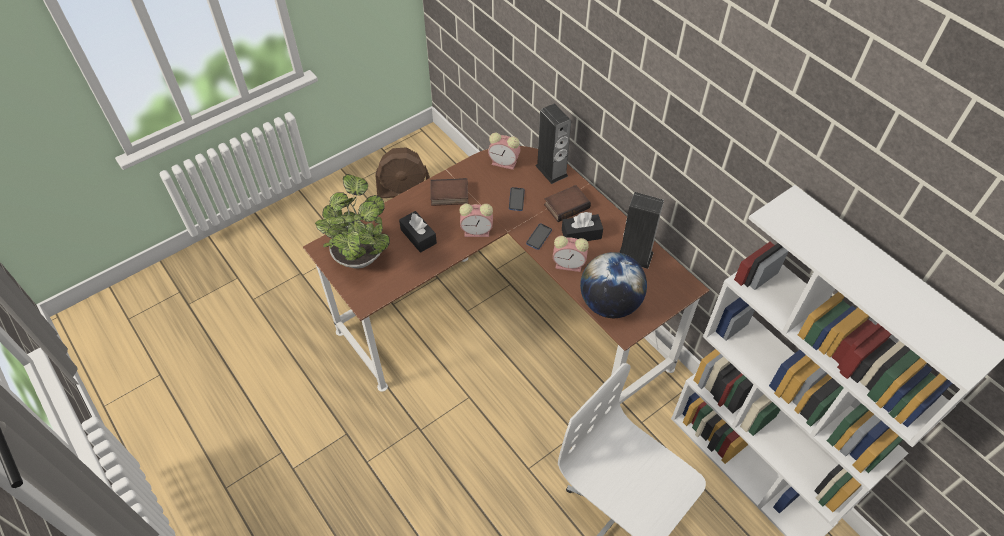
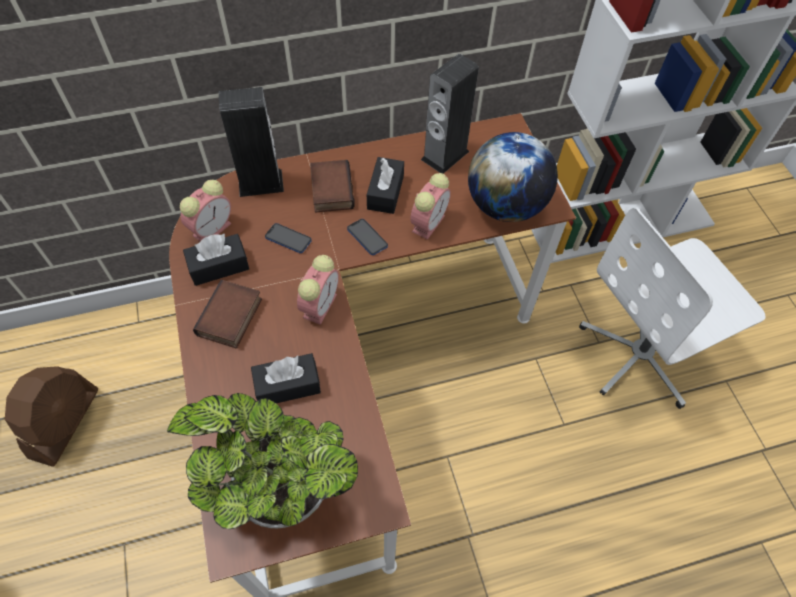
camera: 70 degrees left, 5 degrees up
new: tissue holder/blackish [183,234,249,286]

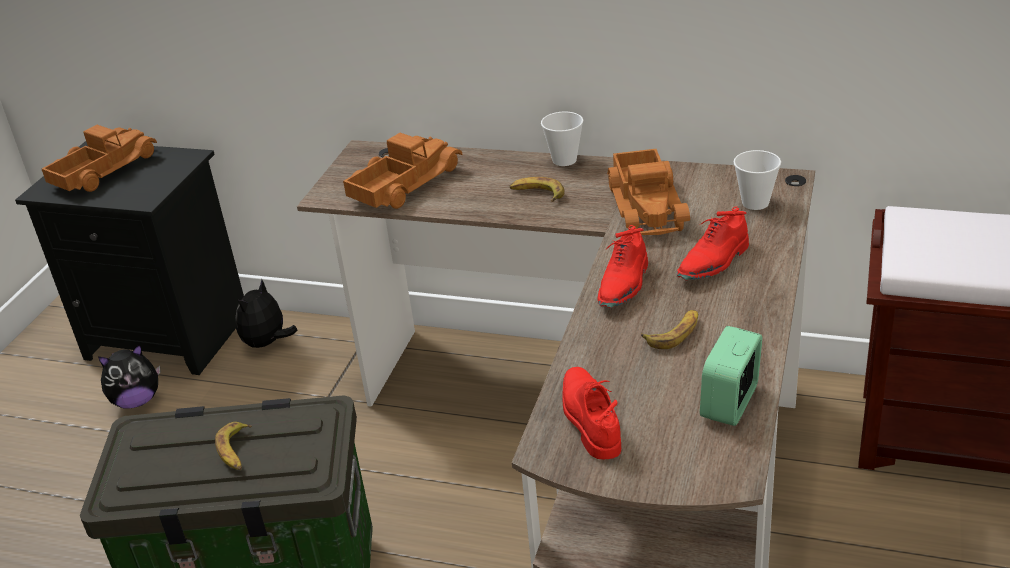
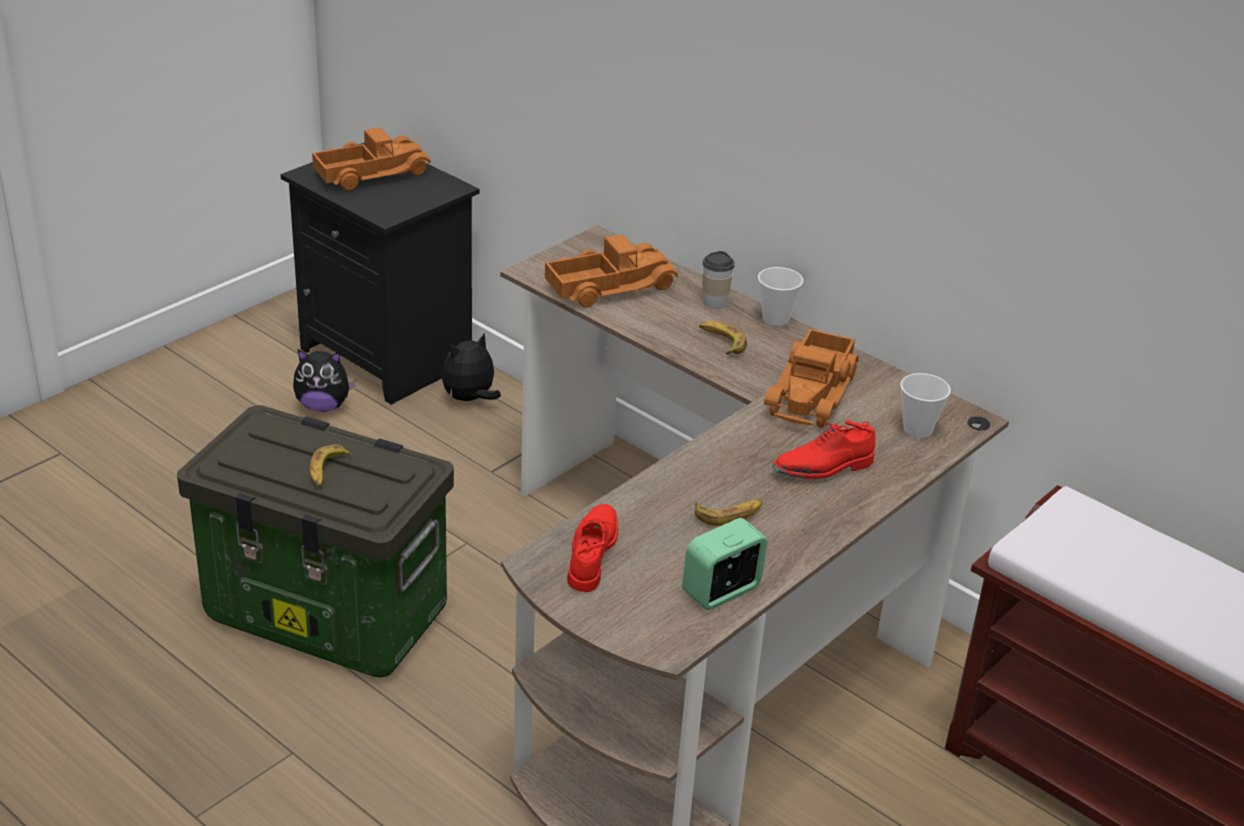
camera: 20 degrees right, 0 degrees up
gone: shoe/red [598,225,648,308]
new: drinking cup [702,251,735,309]

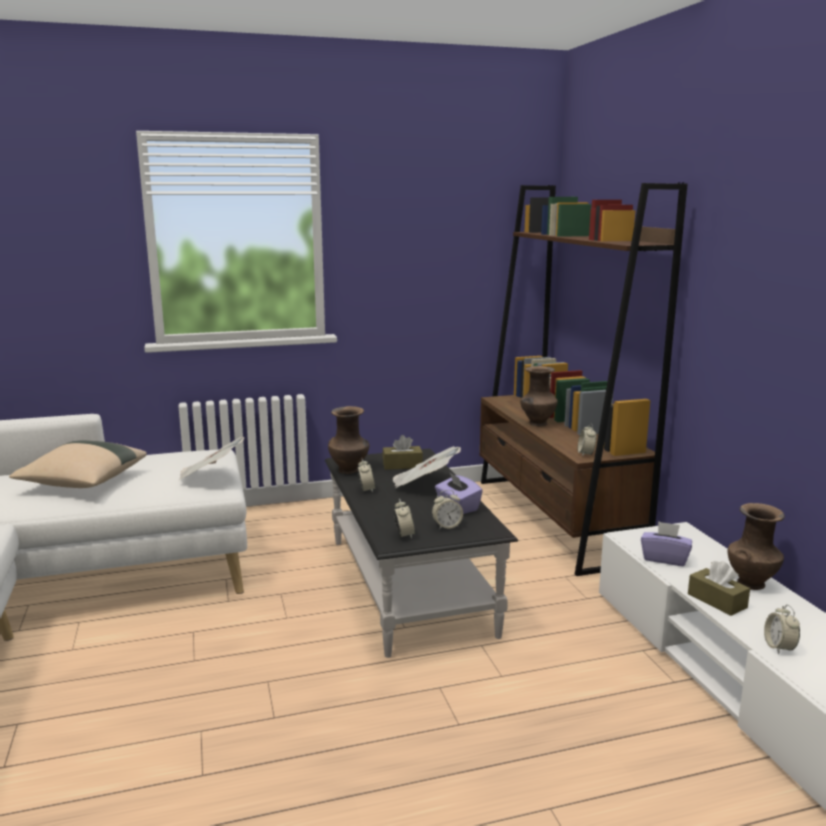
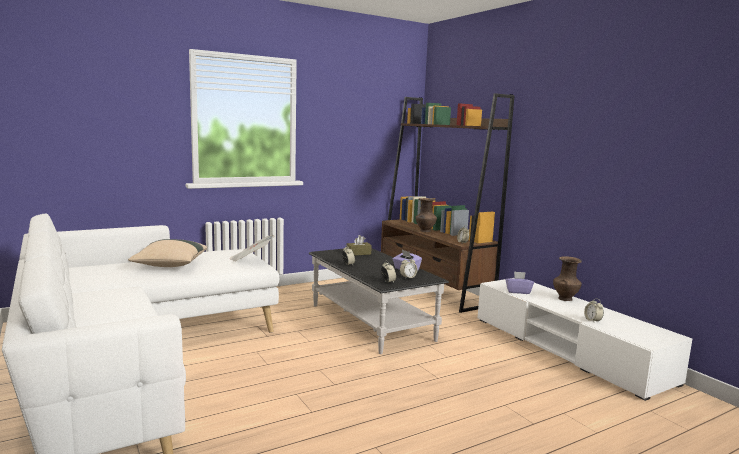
camera: 15 degrees left, 5 degrees down
gone: flower vase/brownish [328,406,369,474]; newspaper [393,446,461,488]; tissue holder/brownish [688,561,750,616]

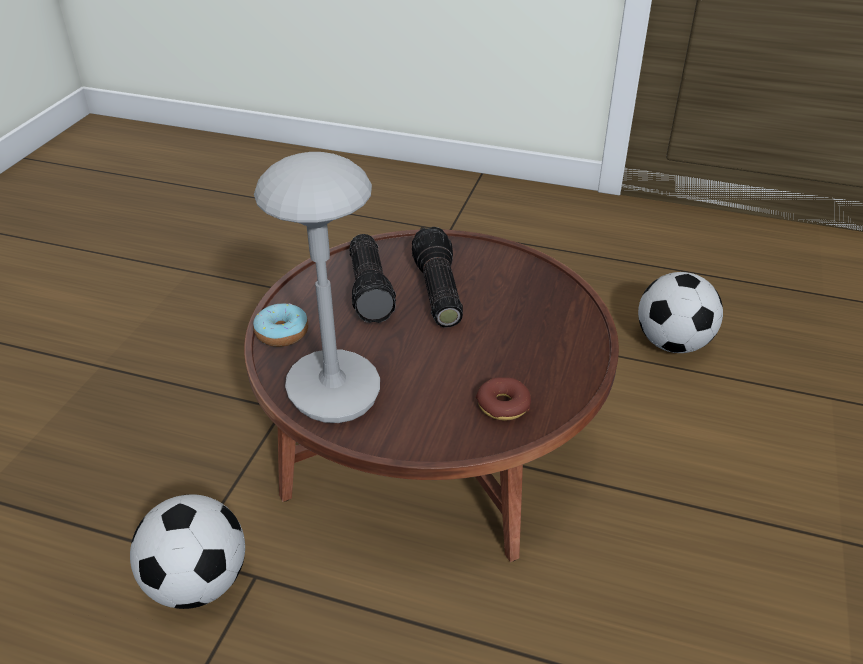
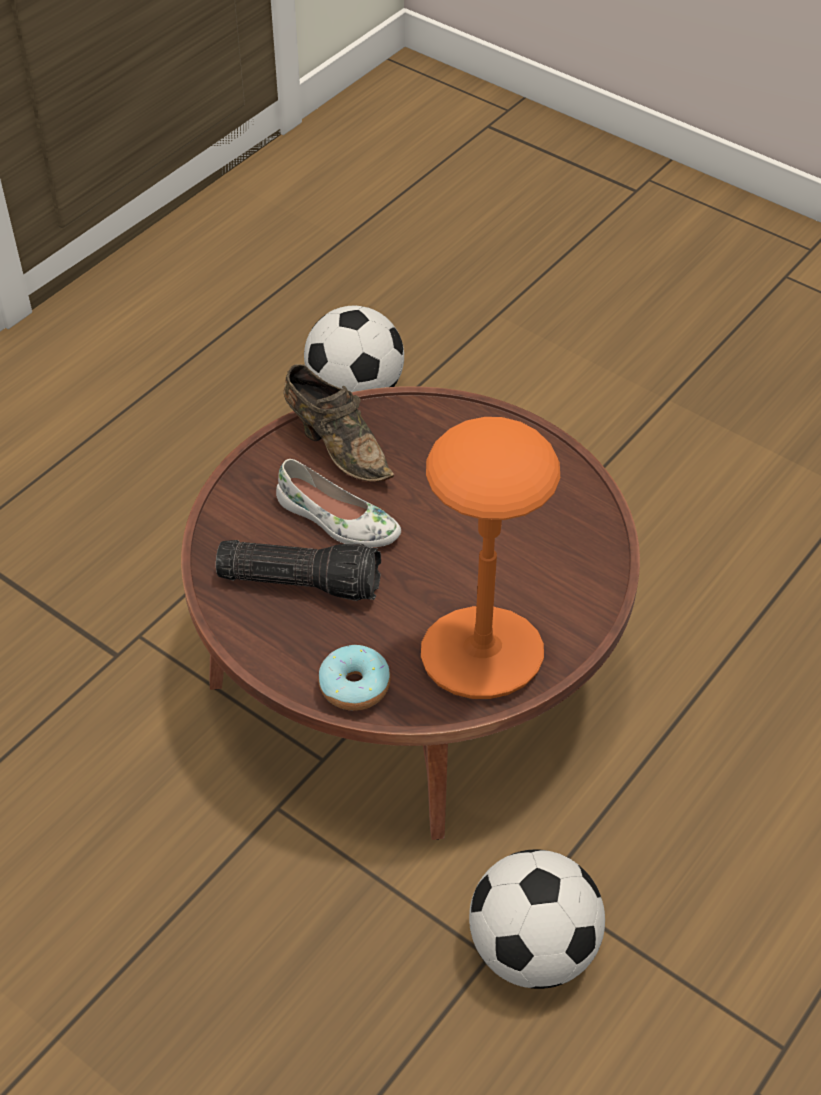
camera: 70 degrees left, 10 degrees up
gone: doughnut [476,377,531,421]
new: shoe/brownish [283,364,394,482]
swapped: torch [412,227,463,327] to shoe/white-coloured [276,459,401,547]
repainted: table lamp/gray [254,152,380,423] to table lamp/orange-coloured [421,417,560,699]

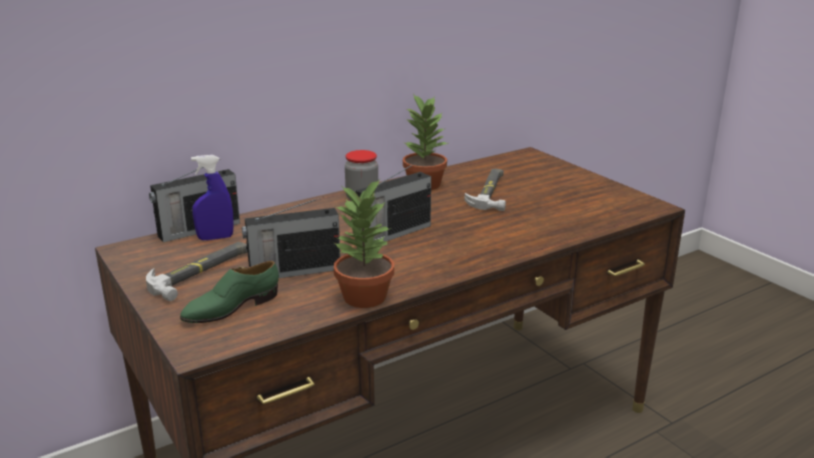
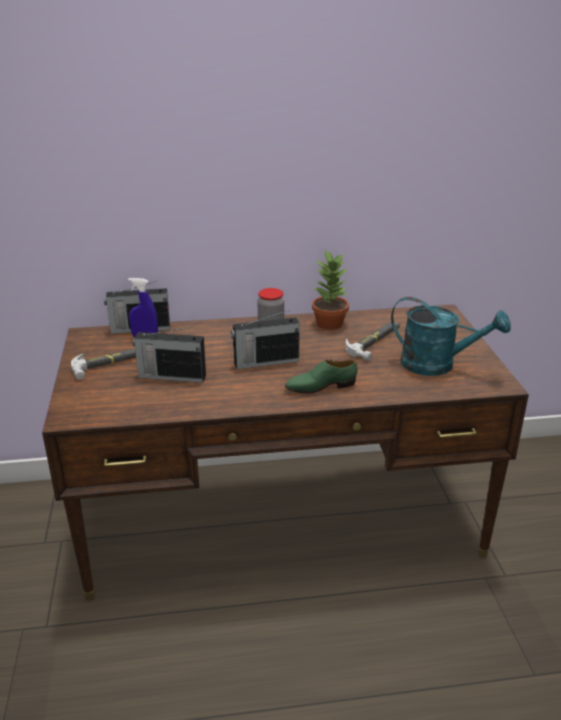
camera: 25 degrees right, 5 degrees up
gone: plant in a pot [334,179,394,308]
new: watering pot/blue-green [391,297,511,376]
shifted: shoe/green-coloured [180,261,279,323] to [285,359,358,393]

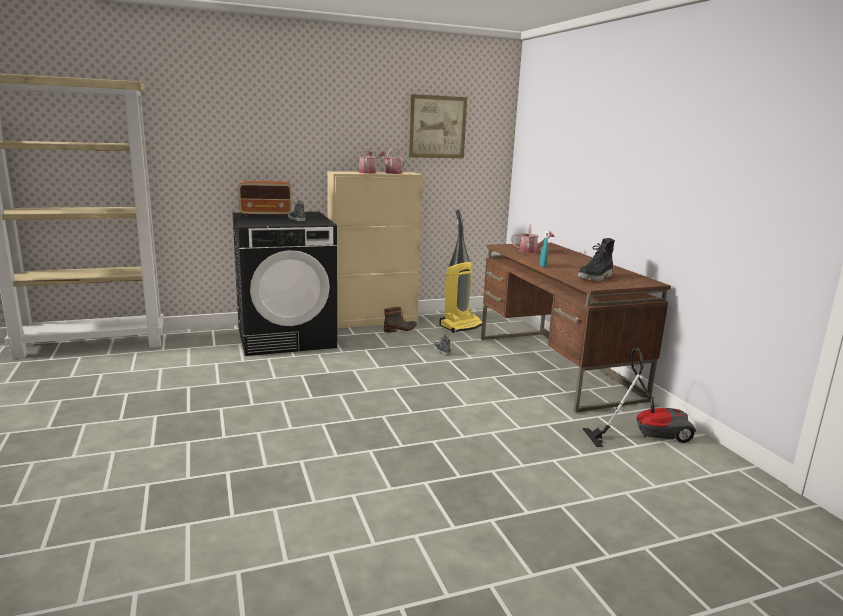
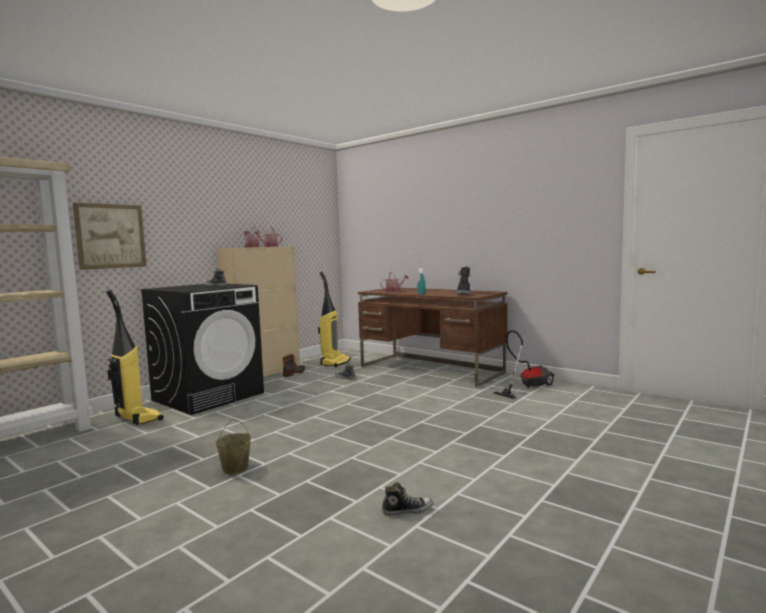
camera: 30 degrees left, 10 degrees down
gone: radio receiver [238,181,292,216]
new: hoover [106,290,164,425]; water bucket/sand-coloured [215,419,251,475]; shoe [382,482,433,516]
shifted: wall picture [409,94,467,158] to [73,203,147,270]

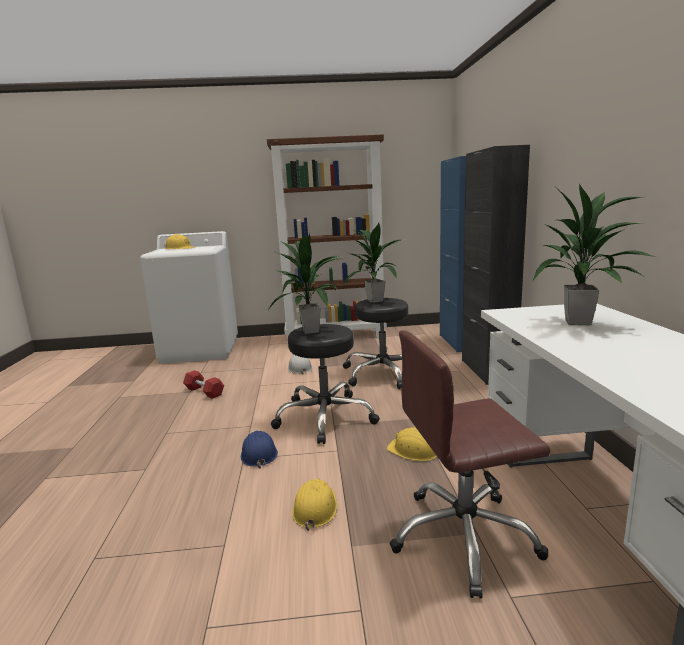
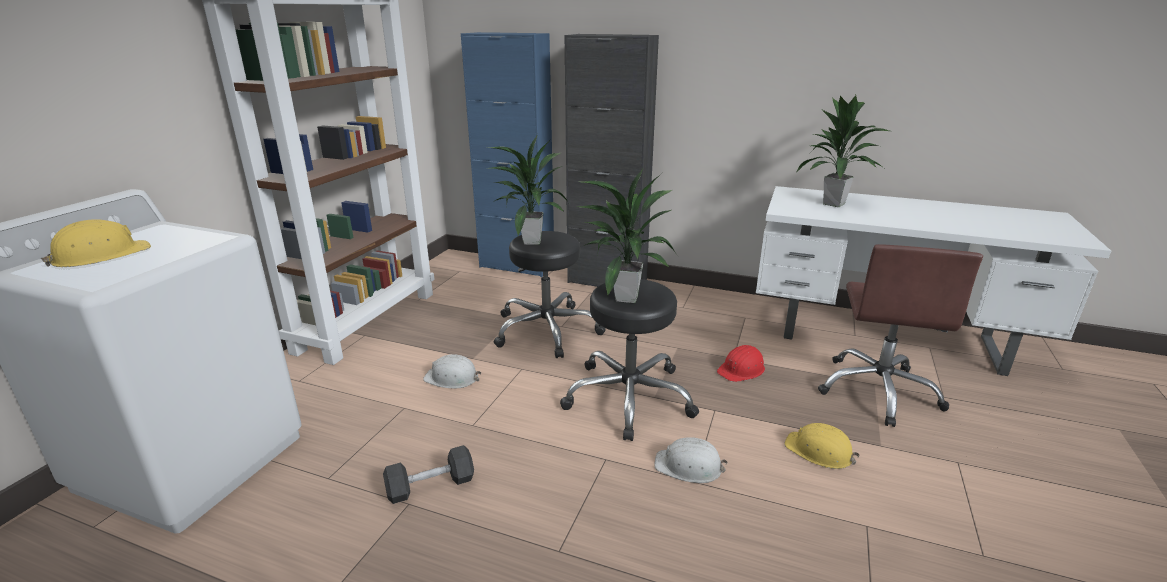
camera: 65 degrees left, 10 degrees up
repainted: hand weight/red [183,370,224,399] to hand weight/gray [383,445,474,504]; hard hat/blue-coloured [241,431,278,468] to hard hat/white-coloured [654,437,727,483]; hard hat/yellow-coloured [387,427,437,462] to hard hat/red [717,345,765,382]

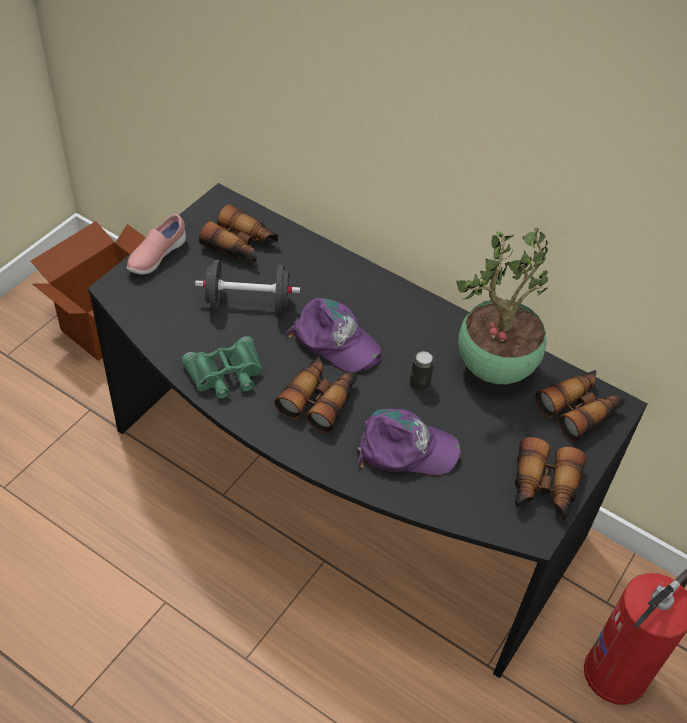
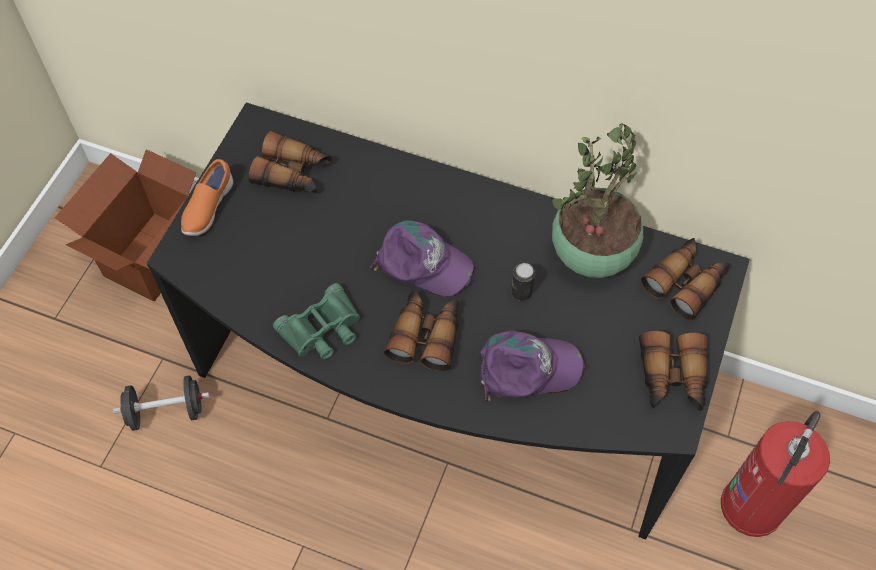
camera: 10 degrees left, 10 degrees up
shifted: hand weight/blackish [195,260,300,314] to [113,375,210,431]
repainted: shoe/pink [127,214,186,275] to shoe/orange-coloured [181,159,233,236]

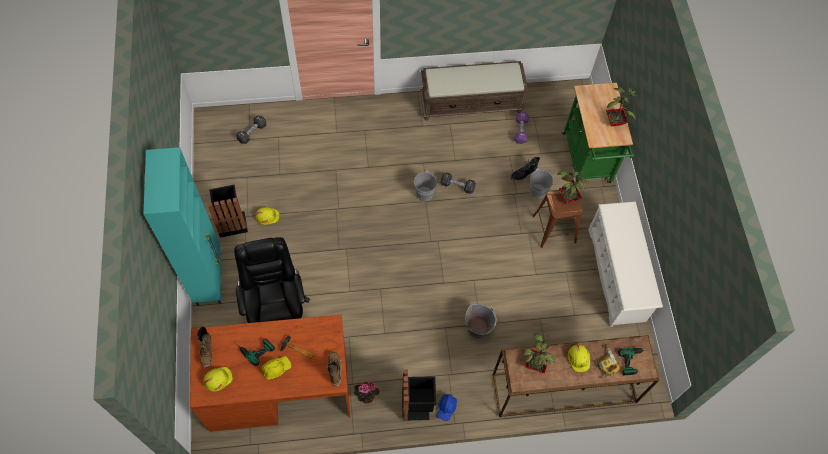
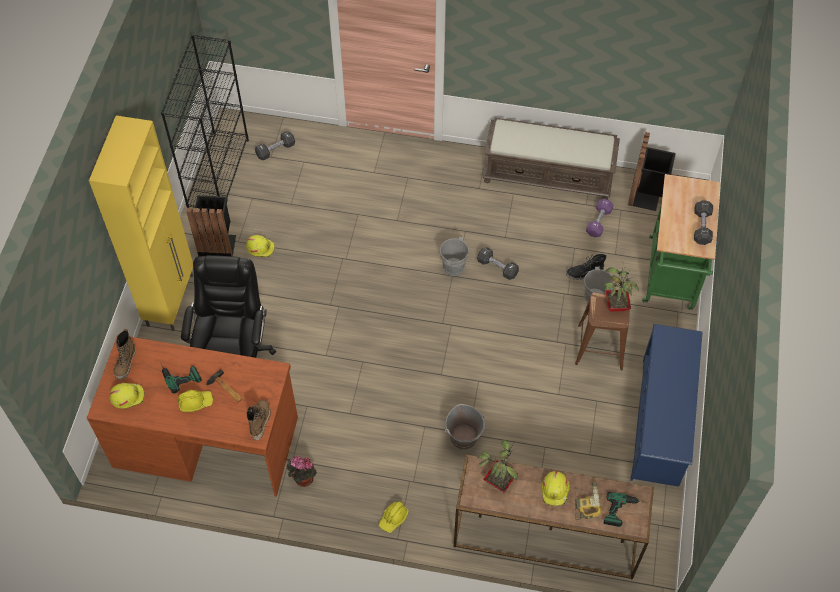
camera: 20 degrees right, 5 degrees down
new: bookcase/blackish [161,34,249,208]
shifted: rubbish bin/blackish [402,369,436,421] to [628,132,676,211]
swapped: plant in a pot [606,86,638,127] to hand weight/blackish [694,200,713,245]
repainted: storage cabinet/blue-green [144,147,221,306] to storage cabinet/yellow-coloured [89,116,193,331]; hard hat/blue-coloured [437,394,457,421] to hard hat/yellow-coloured [379,501,409,533]; shoe rack/white-coloured [588,201,663,327] to shoe rack/blue-coloured [630,324,703,487]

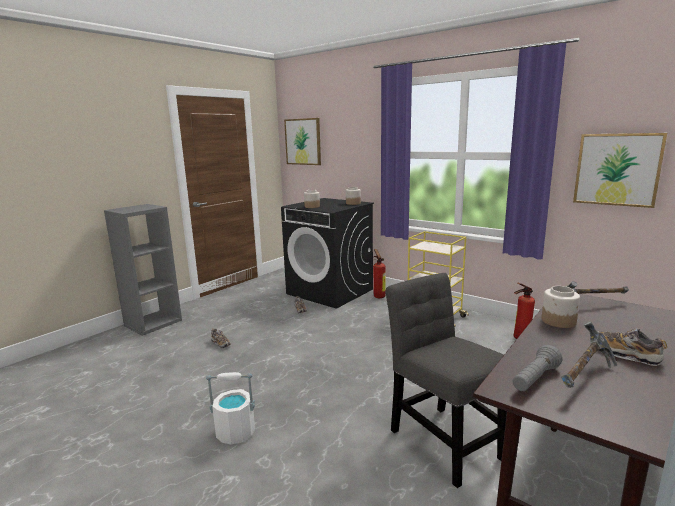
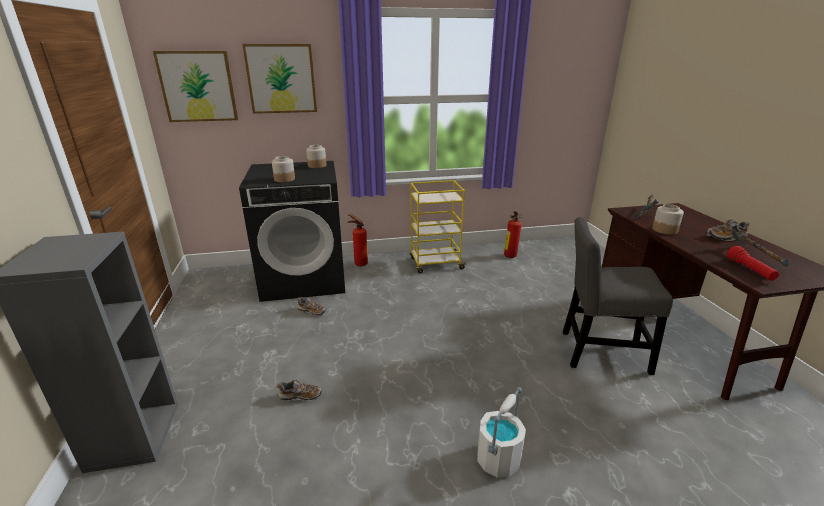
camera: 50 degrees left, 10 degrees up
shifted: wall picture [573,133,668,208] to [242,44,317,114]
repainted: torch/gray [513,345,562,391] to torch/red [727,246,779,281]

